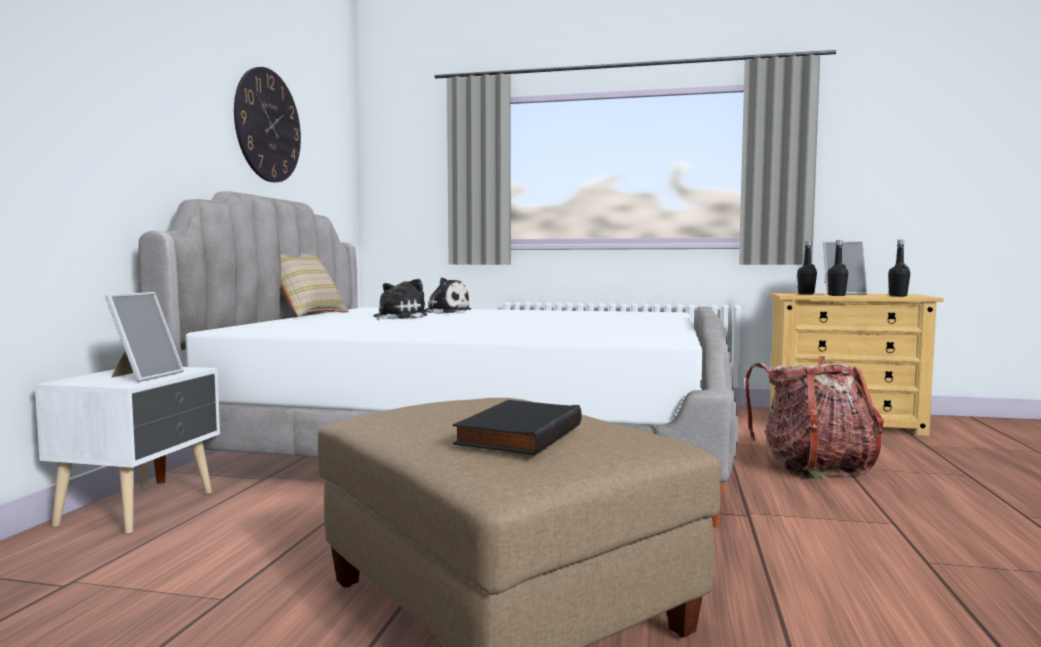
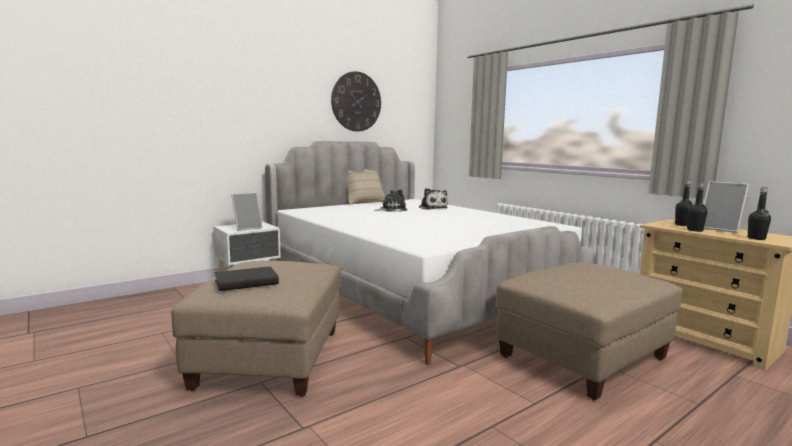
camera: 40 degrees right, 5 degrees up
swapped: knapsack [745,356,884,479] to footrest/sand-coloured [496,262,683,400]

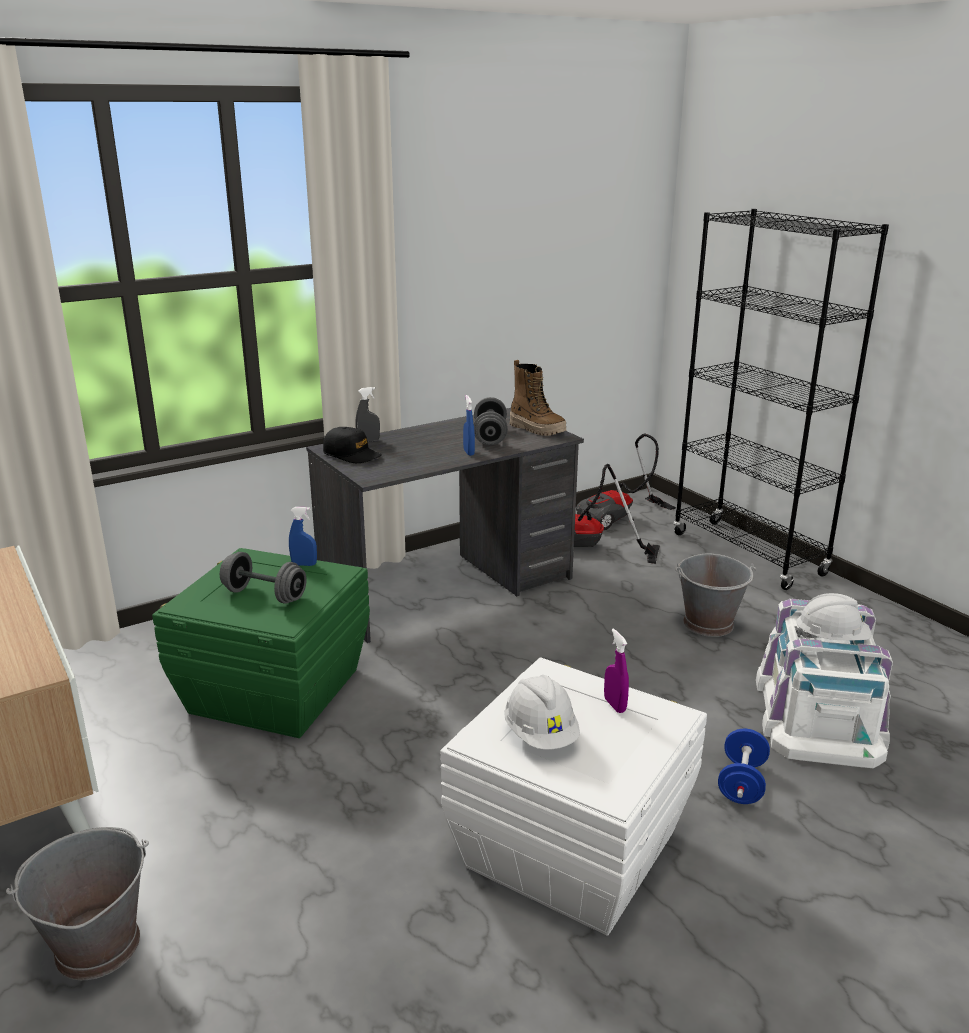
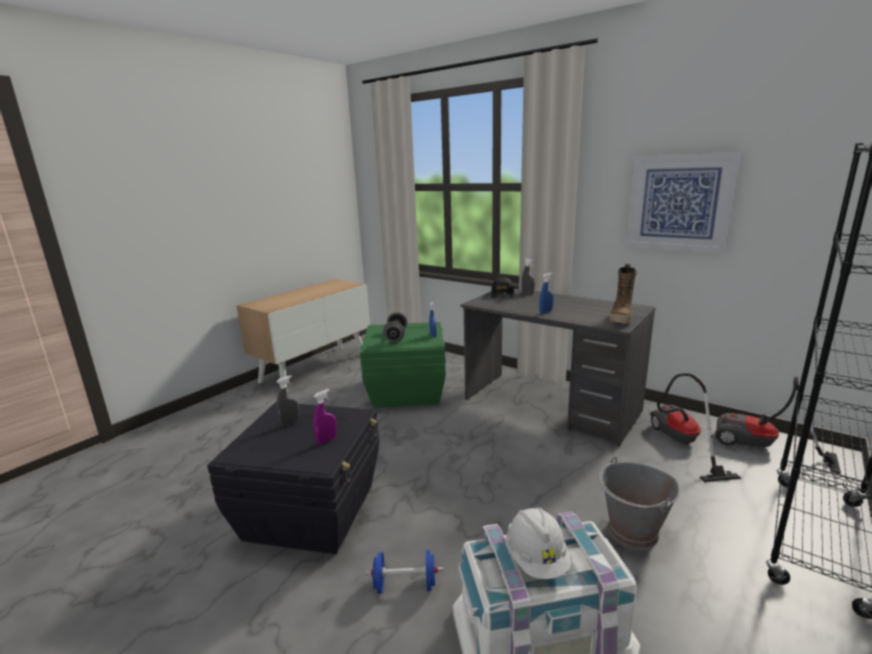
camera: 70 degrees right, 5 degrees down
gone: water bucket/gray [6,827,149,980]; hand weight/gray [474,397,508,445]
new: wall picture [626,152,741,253]
swapped: hard hat/white-coloured [504,675,580,750] to spray bottle/gray [276,375,300,427]
repainted: storage box/white-coloured [440,657,707,936] to storage box/blackish [207,402,379,554]

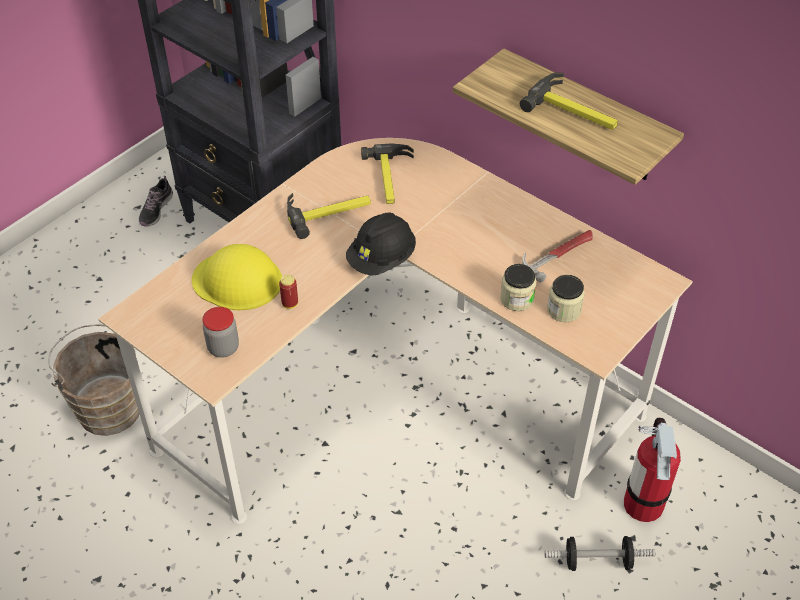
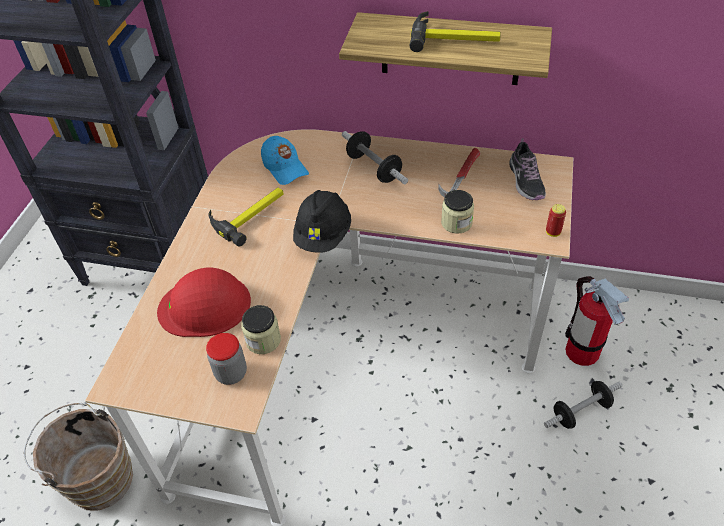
camera: 25 degrees left, 0 degrees up
new: hand weight [342,131,408,184]
shifted: preserve jar [547,275,585,322] to [241,305,281,354]; shoe [139,176,173,226] to [509,138,546,200]; metal can [279,275,298,309] to [546,204,566,237]
swapped: hammer [361,144,414,204] to peaked cap/blue-coloured [261,136,309,185]
repainted: hard hat/yellow-coloured [192,244,282,310] to hard hat/red [157,268,251,337]

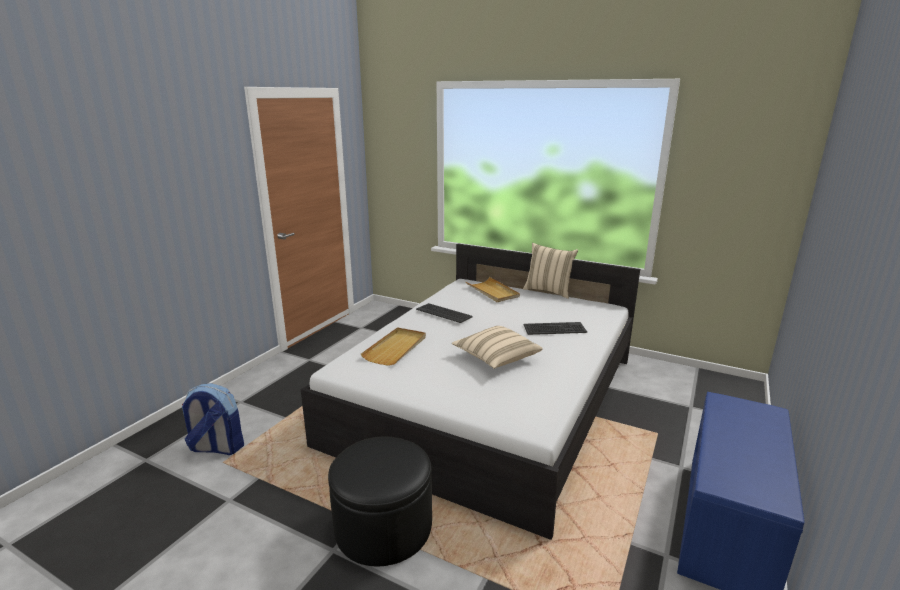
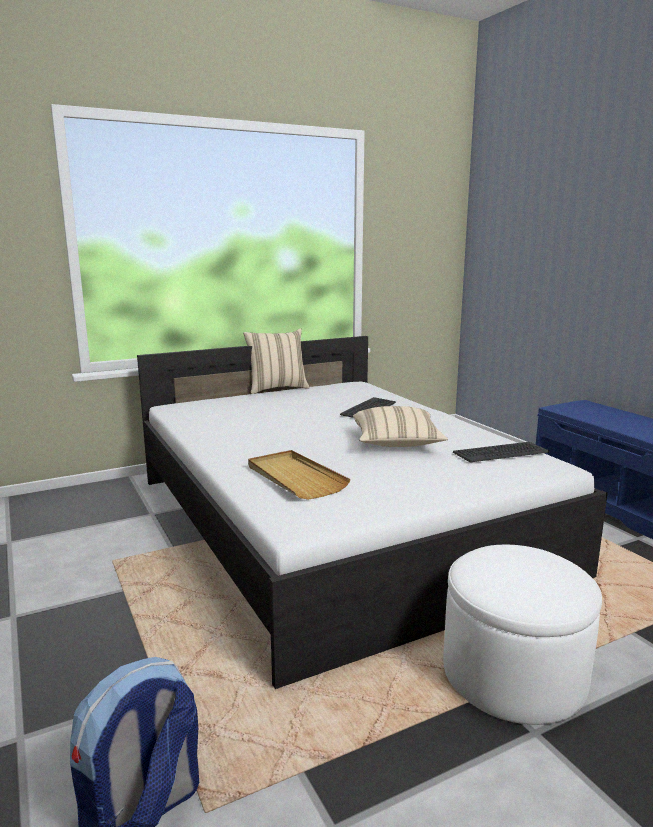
camera: 55 degrees left, 5 degrees down
gone: tray/sand-coloured [466,277,520,302]
shifted: keyboard [416,303,473,323] to [453,442,549,463]
repainted: footrest/blackish [328,437,432,566] to footrest/white-coloured [443,545,602,725]

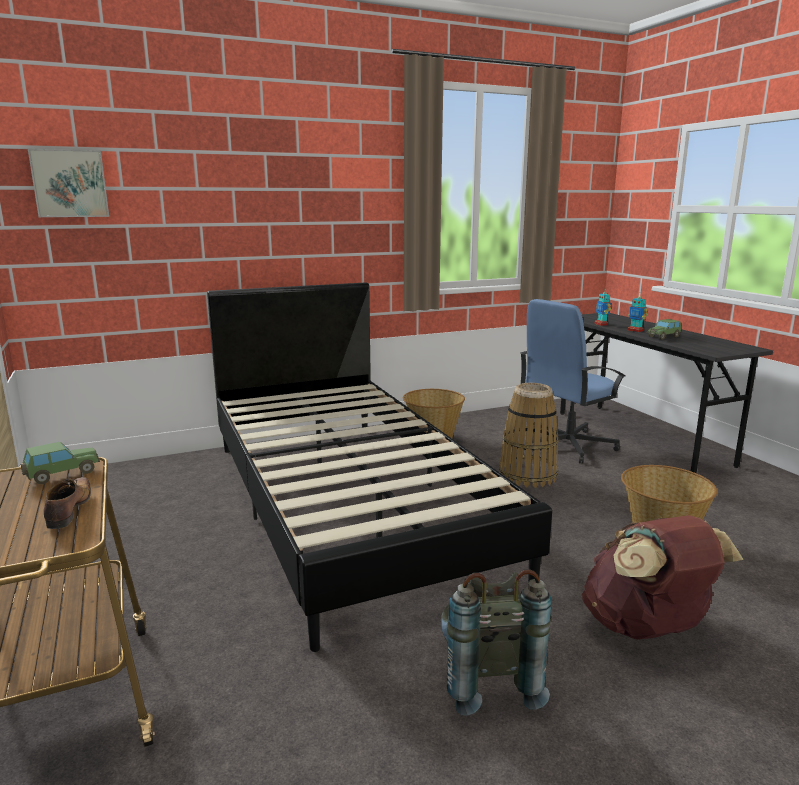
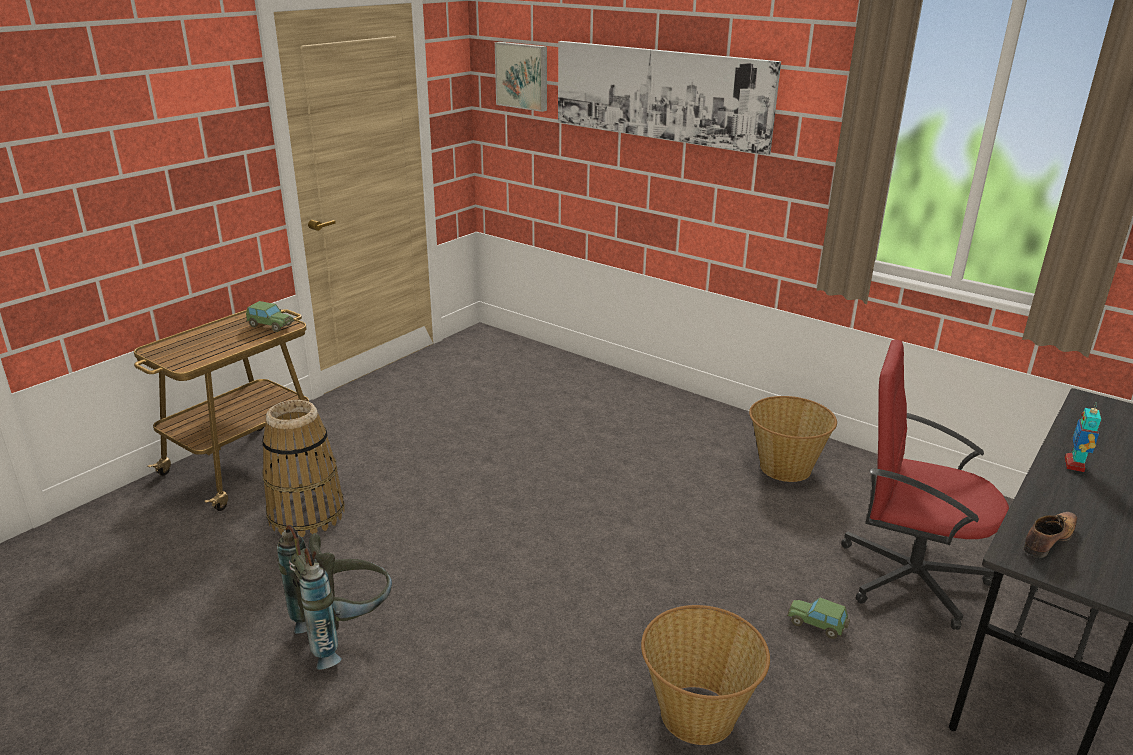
camera: 60 degrees right, 10 degrees up
gone: bedroom bed/blackish [207,282,552,652]; knapsack/brownish [582,515,744,640]; model robot [595,288,611,326]
new: wall picture [558,41,781,155]
shifted: basket [499,383,559,488] to [262,400,345,537]; model car [647,319,681,340] to [787,598,850,639]; shoe [44,477,91,529] to [1023,512,1077,558]
repainted: office chair/blue-coloured [520,299,625,464] to office chair/red [841,340,1009,630]

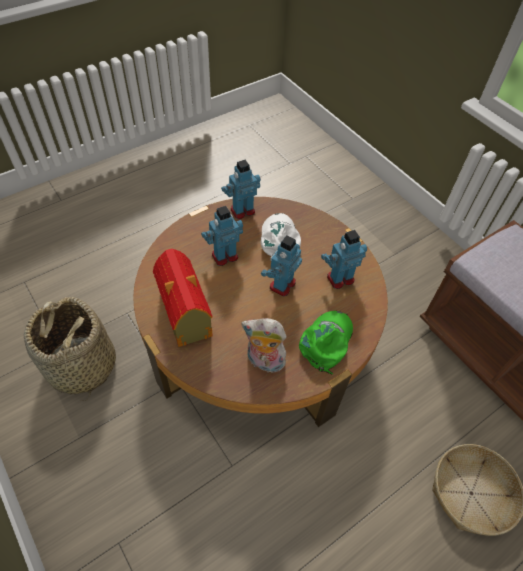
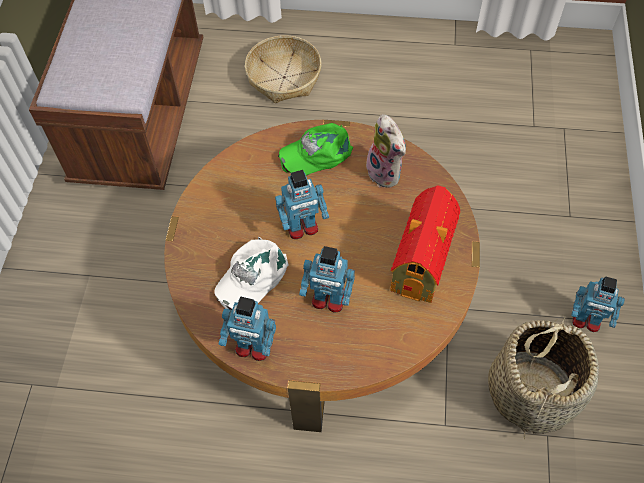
camera: 135 degrees left, 5 degrees up
shifted: model robot [321,230,367,289] to [571,277,625,332]

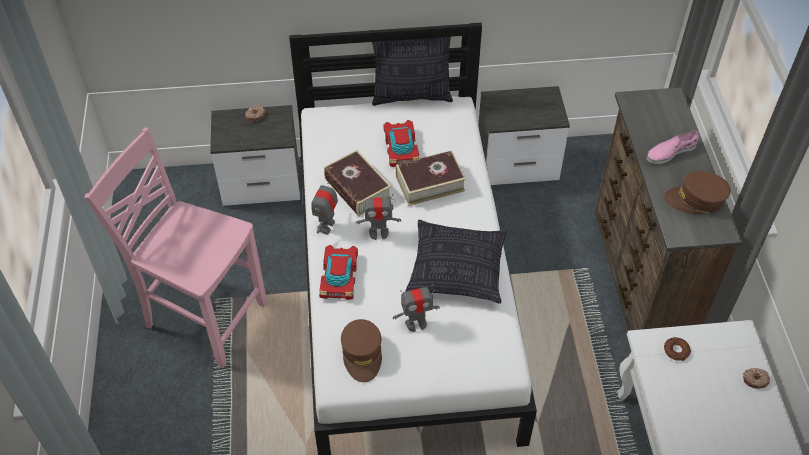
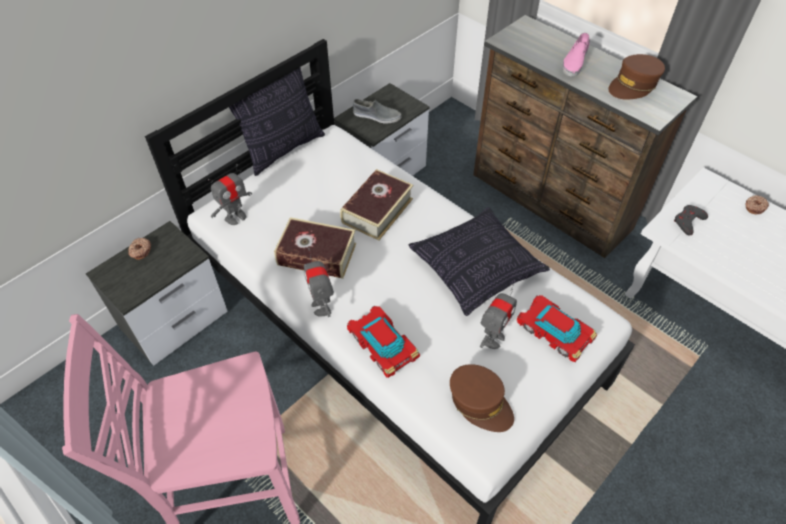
camera: 40 degrees left, 0 degrees up
new: shoe/gray [353,99,401,123]
shifted: model robot [356,194,401,240] to [208,164,252,225]; model car [383,120,420,167] to [517,295,597,362]
swapped: doughnut [664,337,691,361] to joypad/gray [674,205,708,236]

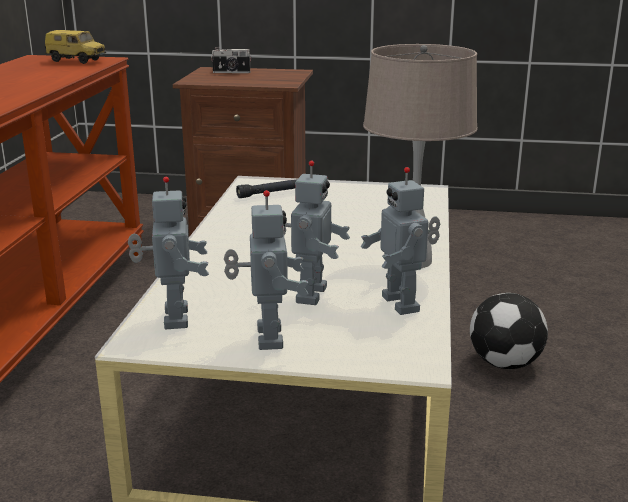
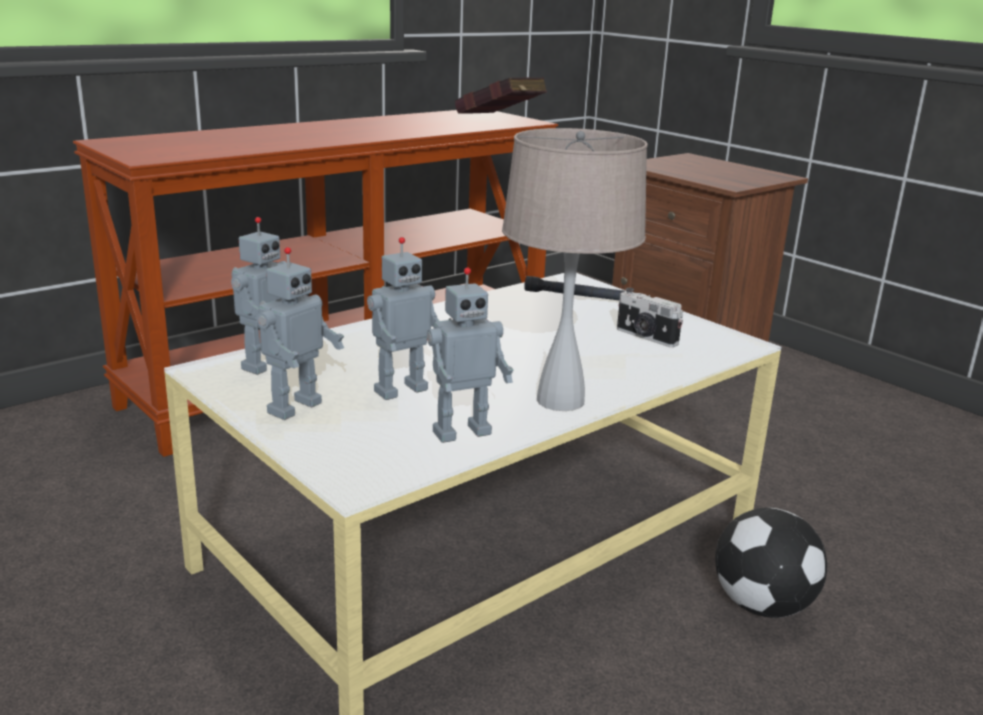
camera: 40 degrees right, 0 degrees up
shifted: still camera [211,47,251,73] to [617,288,683,347]
swapped: model car [45,30,106,64] to bound book/red [455,77,547,114]
rotated: model robot [361,167,440,315] = [427,267,513,443] 135 degrees counterclockwise

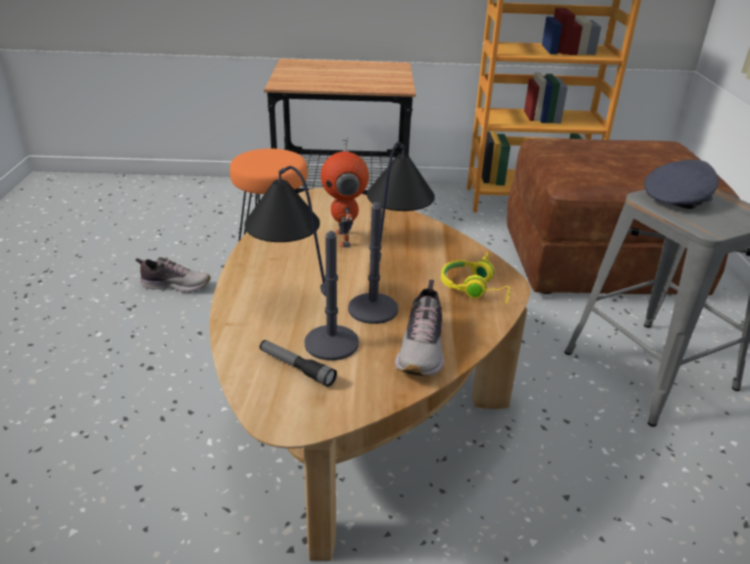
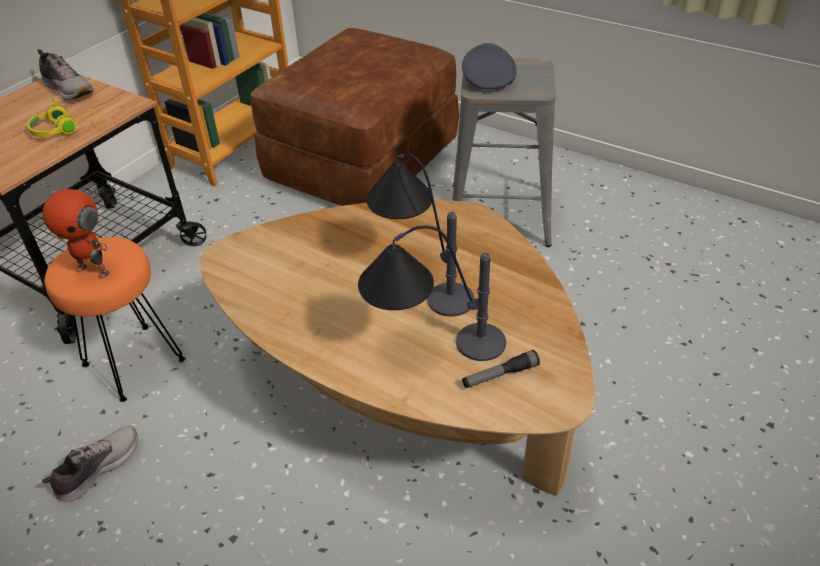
camera: 55 degrees left, 10 degrees up
shifted: pair of headphones/yellow-coloured [441,252,511,304] to [27,97,99,137]; shoe [395,280,444,376] to [37,49,94,100]; model robot [321,137,369,248] to [41,179,110,279]

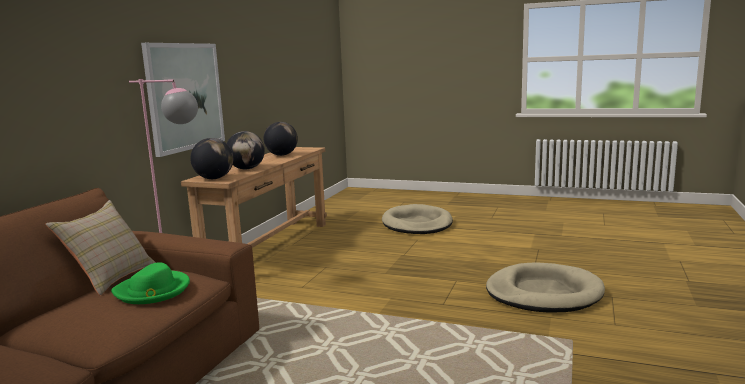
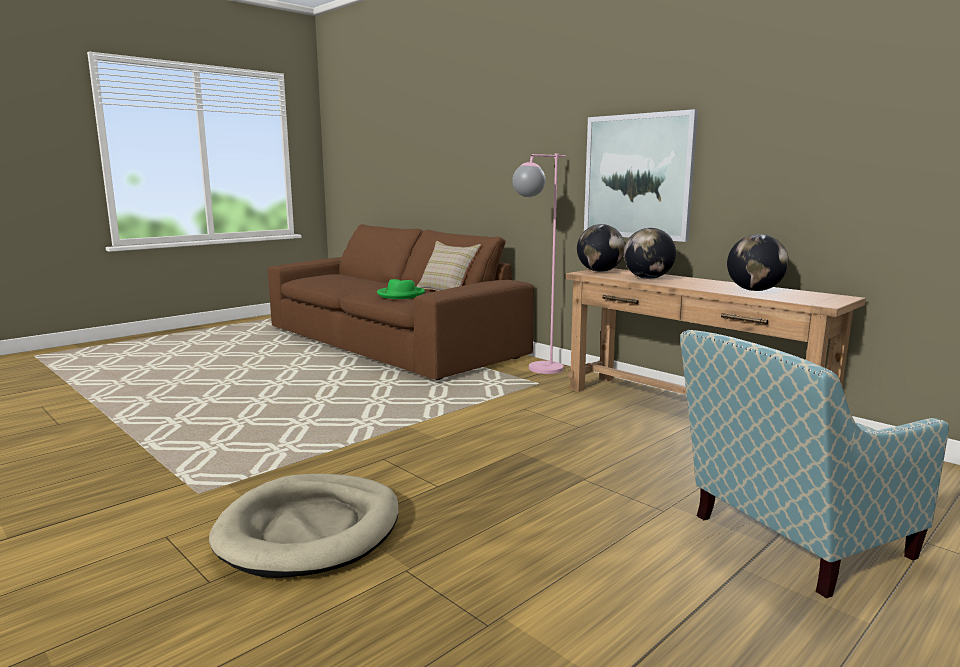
camera: 115 degrees right, 0 degrees up
swapped: pet bed/sand-coloured [382,204,453,234] to easy chair [680,330,949,599]

